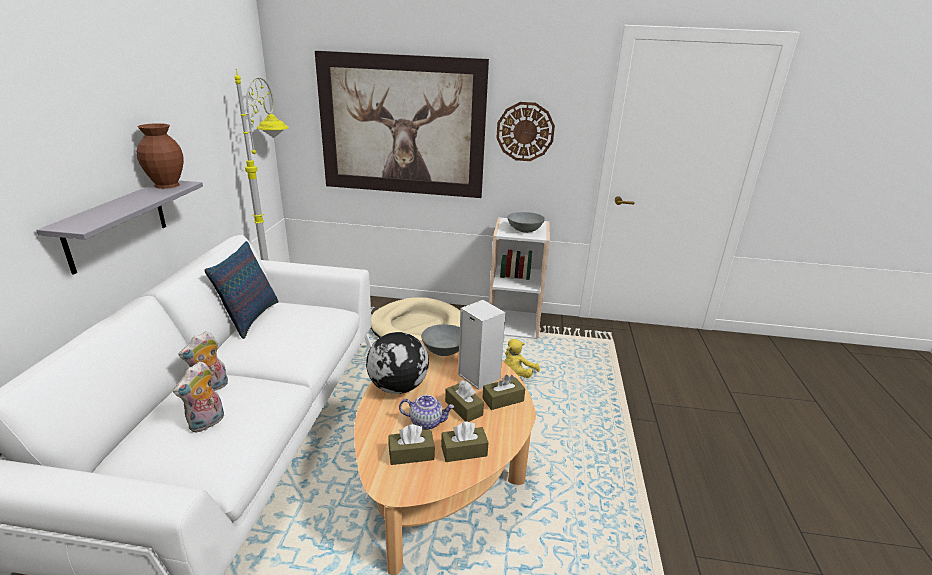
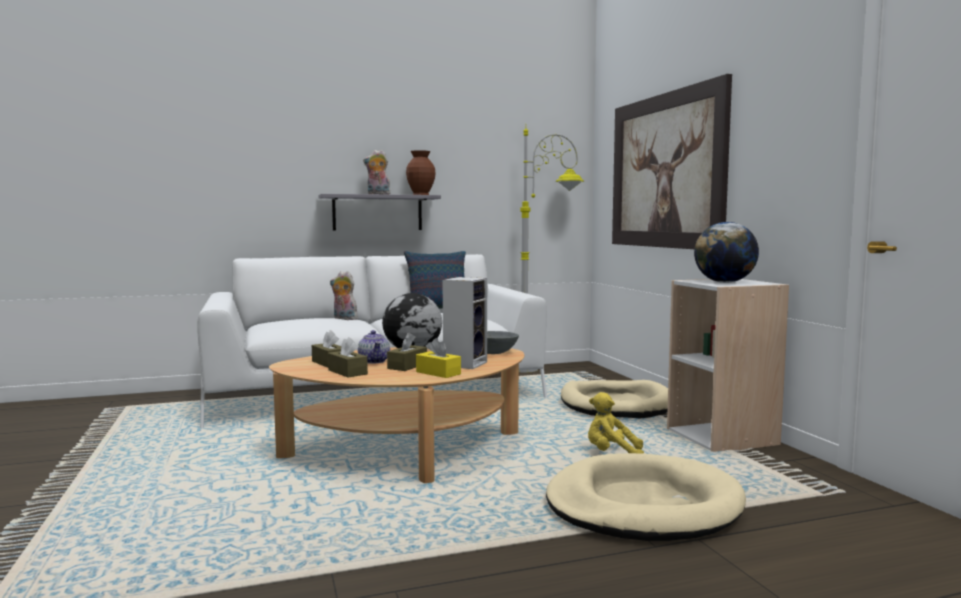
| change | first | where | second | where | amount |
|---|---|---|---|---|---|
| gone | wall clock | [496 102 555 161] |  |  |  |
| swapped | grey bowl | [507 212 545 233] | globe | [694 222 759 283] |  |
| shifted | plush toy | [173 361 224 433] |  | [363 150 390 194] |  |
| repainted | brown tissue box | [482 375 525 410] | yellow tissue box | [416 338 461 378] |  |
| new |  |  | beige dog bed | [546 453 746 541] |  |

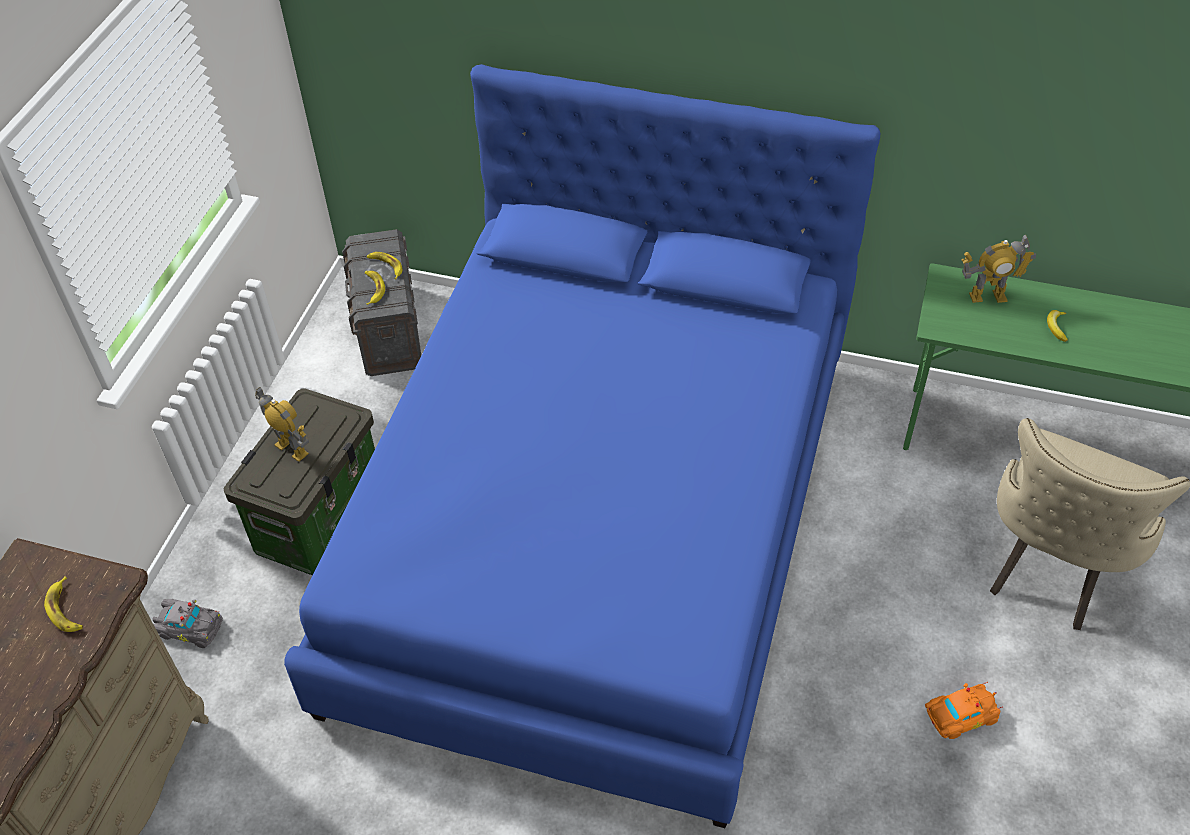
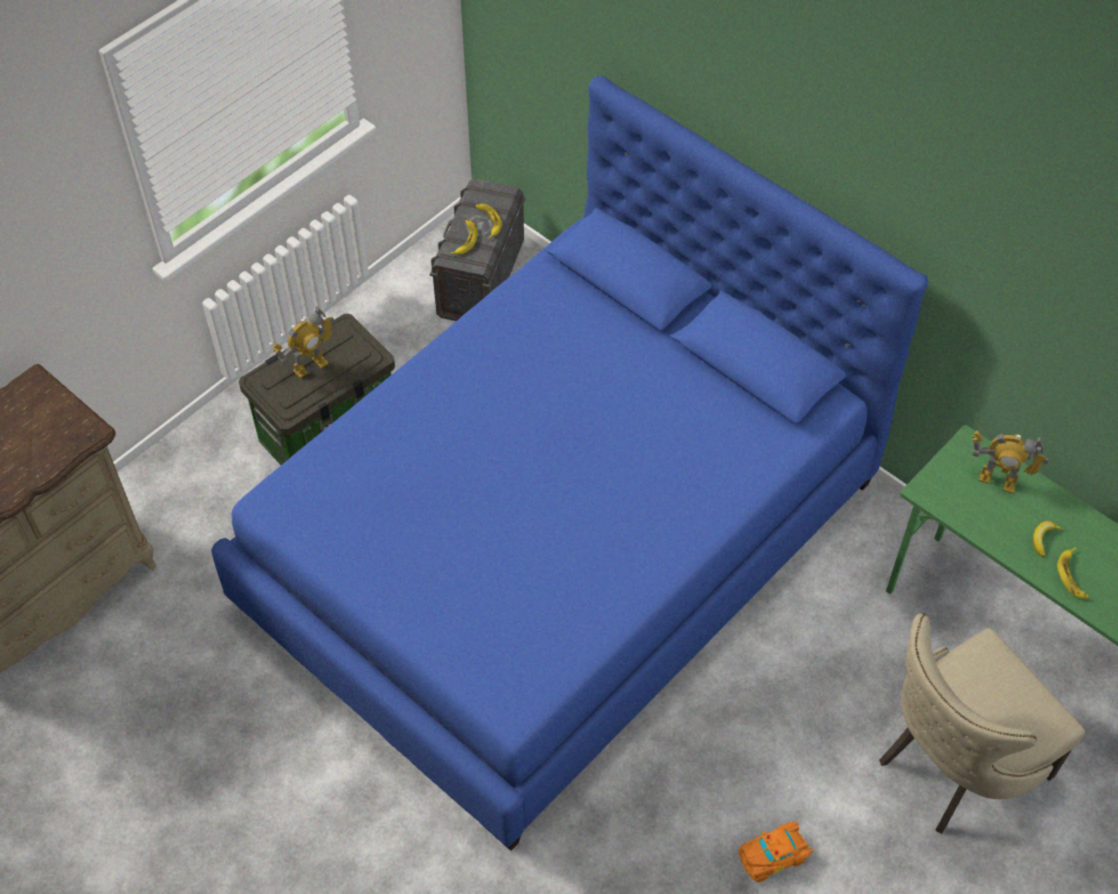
| change | first | where | second | where | amount |
|---|---|---|---|---|---|
| rotated | toy robot | [255 387 309 462] |  | [273 307 335 378] | 75 degrees clockwise |
| shifted | banana | [44 576 83 632] |  | [1057 547 1089 599] |  |
| gone | grey toy car | [152 599 223 648] |  |  |  |
| rotated | orange toy car | [925 682 1003 739] |  | [738 821 813 882] | 150 degrees clockwise |

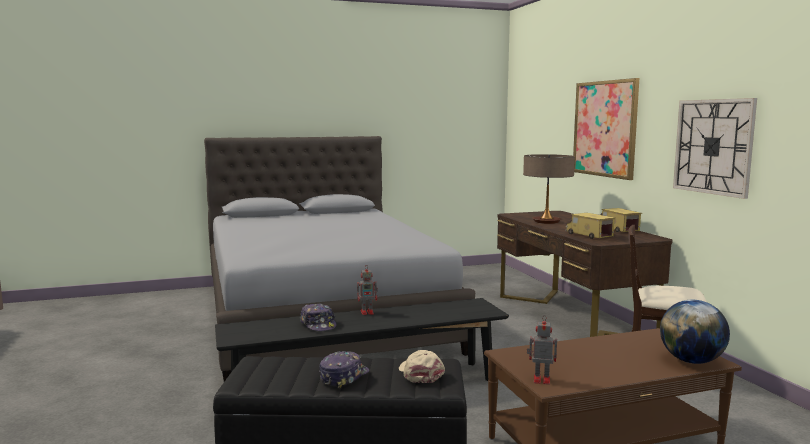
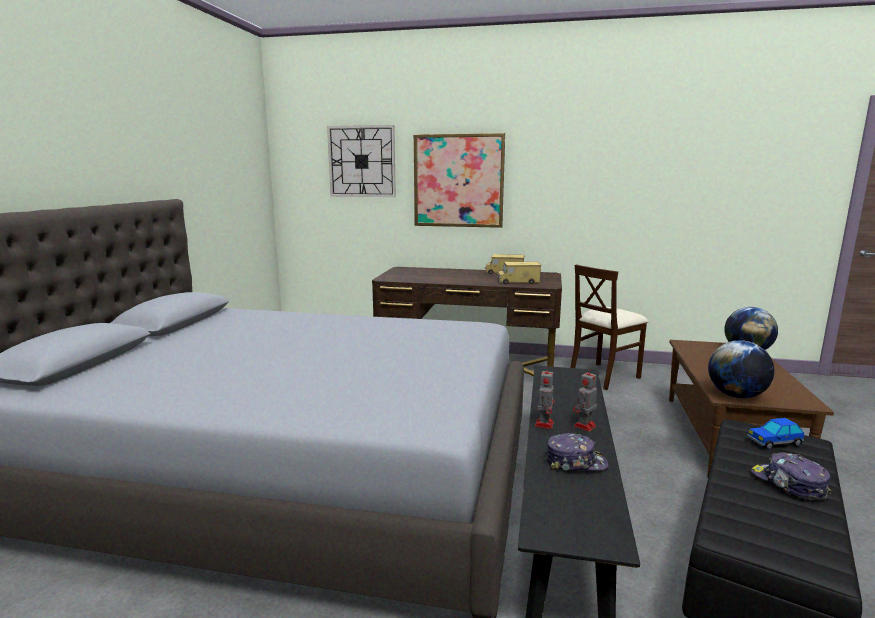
| change | first | where | second | where | amount |
|---|---|---|---|---|---|
| shifted | wall clock | [673 98 757 199] |  | [327 125 396 197] |  |
| gone | table lamp | [523 154 575 224] |  |  |  |
| shifted | toy robot | [527 315 557 385] |  | [573 367 597 432] |  |
| swapped | beige cap | [399 350 445 383] | toy car | [747 418 804 450] |  |
| new |  |  | globe | [708 340 774 398] |  |

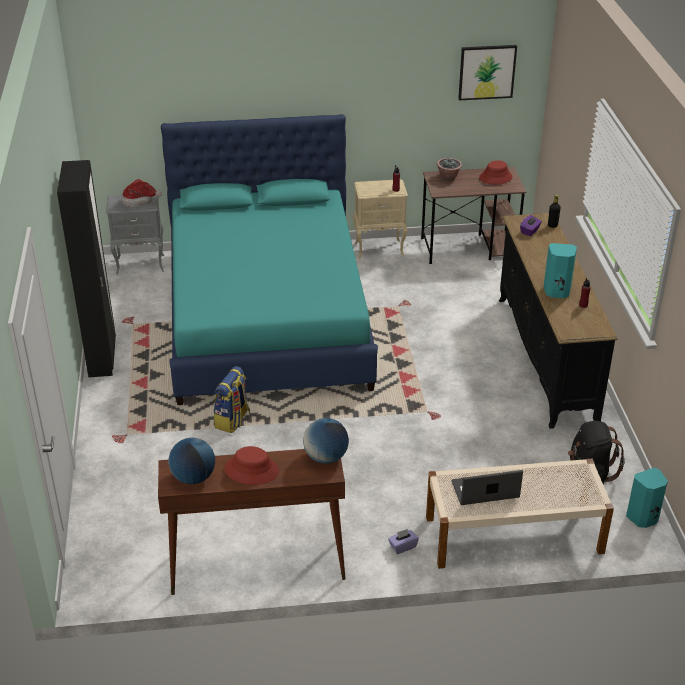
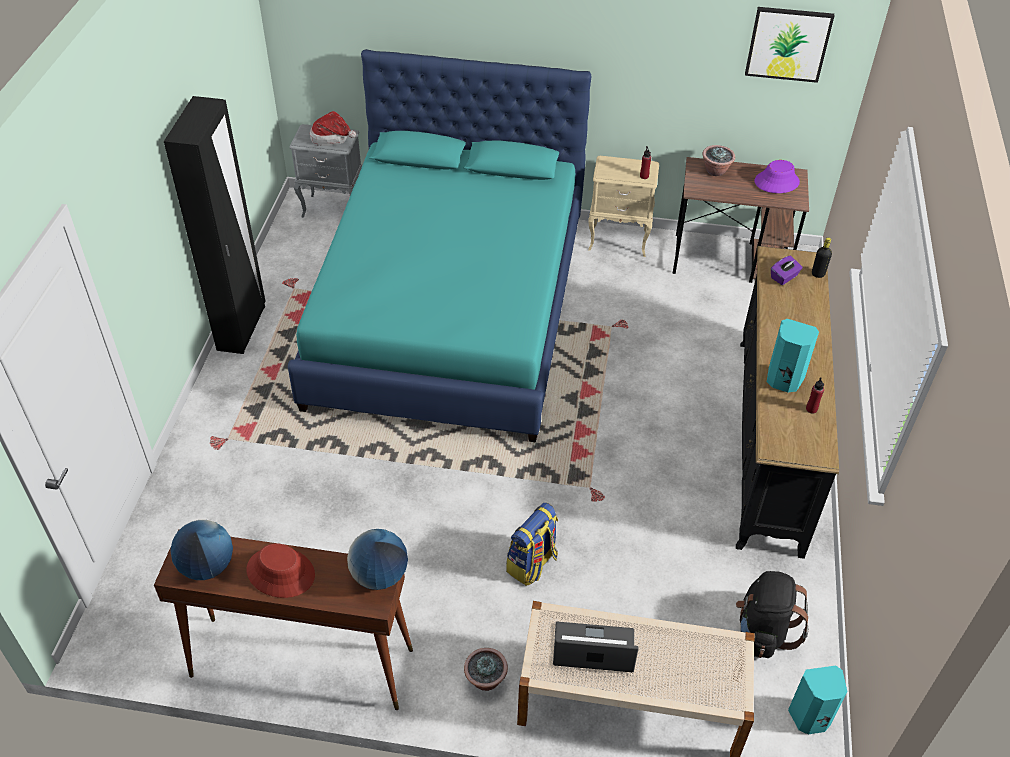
| change | first | where | second | where | amount |
|---|---|---|---|---|---|
| repainted | red hat | [479 160 512 185] | purple hat | [754 160 800 193] |  |
| shifted | backpack | [214 366 250 433] |  | [506 503 558 586] |  |
| swapped | purple tissue box | [388 529 419 554] | potted plant | [464 648 508 691] |  |

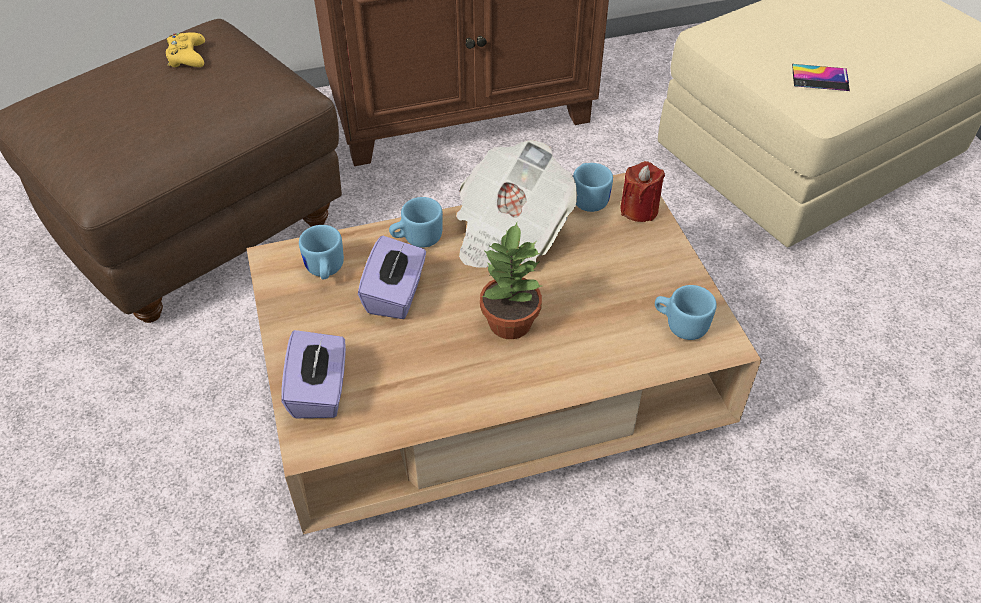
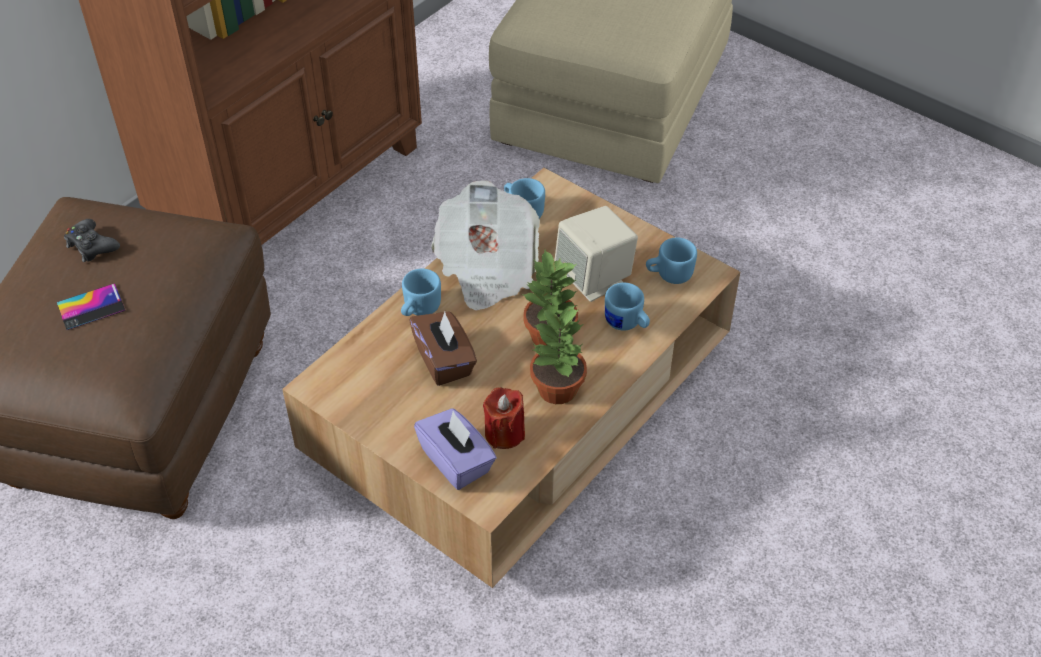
| change | first | where | second | where | amount |
|---|---|---|---|---|---|
| repainted | yellow game controller | [166 32 205 67] | black game controller | [64 219 120 262] |  |
| shifted | phone | [792 64 850 91] |  | [57 283 125 330] |  |
| shifted | red candle | [620 161 665 222] |  | [483 387 525 449] |  |
| shifted | blue mug | [299 225 344 279] |  | [605 283 650 331] |  |
| repainted | purple tissue box | [358 236 426 319] | brown tissue box | [409 311 477 386] |  |
| new |  |  | beige speaker | [554 206 638 302] |  |
| new |  |  | potted plant | [530 305 587 404] |  |

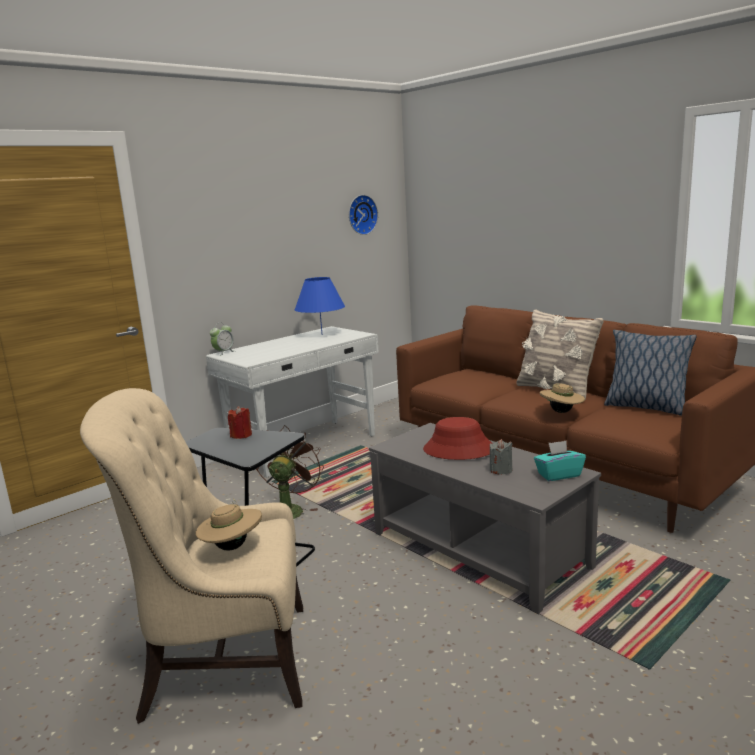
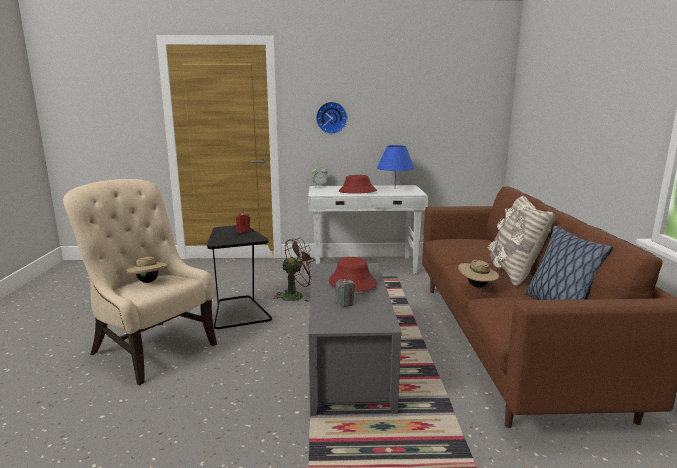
| change | first | where | second | where | amount |
|---|---|---|---|---|---|
| shifted | wall clock | [349 195 378 235] |  | [316 102 348 134] |  |
| gone | turquoise tissue box | [534 441 586 481] |  |  |  |
| new |  |  | red hat | [339 175 377 194] |  |

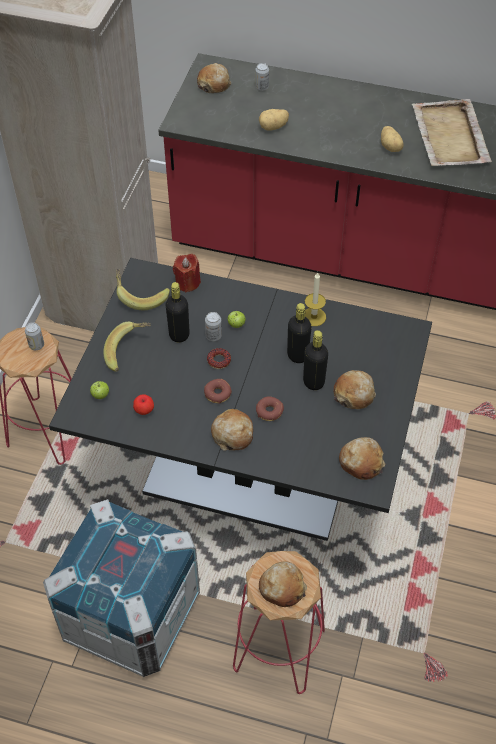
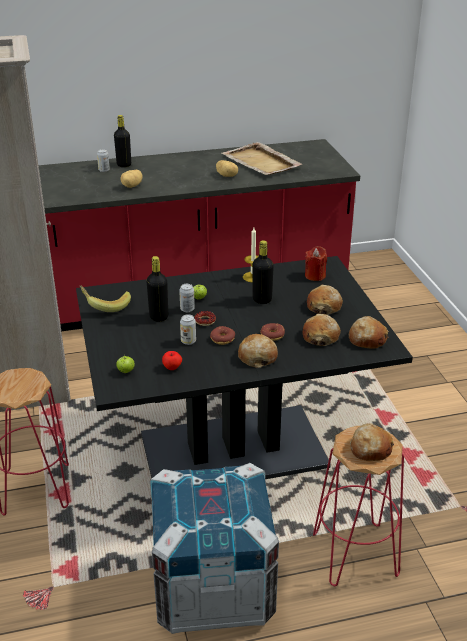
| change | first | where | second | where | amount |
|---|---|---|---|---|---|
| shifted | bread | [197 63 231 93] |  | [302 314 341 346] |  |
| shifted | red candle | [173 254 201 293] |  | [305 246 327 281] |  |
| shifted | can | [25 322 44 350] |  | [180 314 196 345] |  |
| gone | banana | [103 322 151 372] |  |  |  |
| shifted | black bottle | [303 330 328 390] |  | [114 115 131 167] |  |

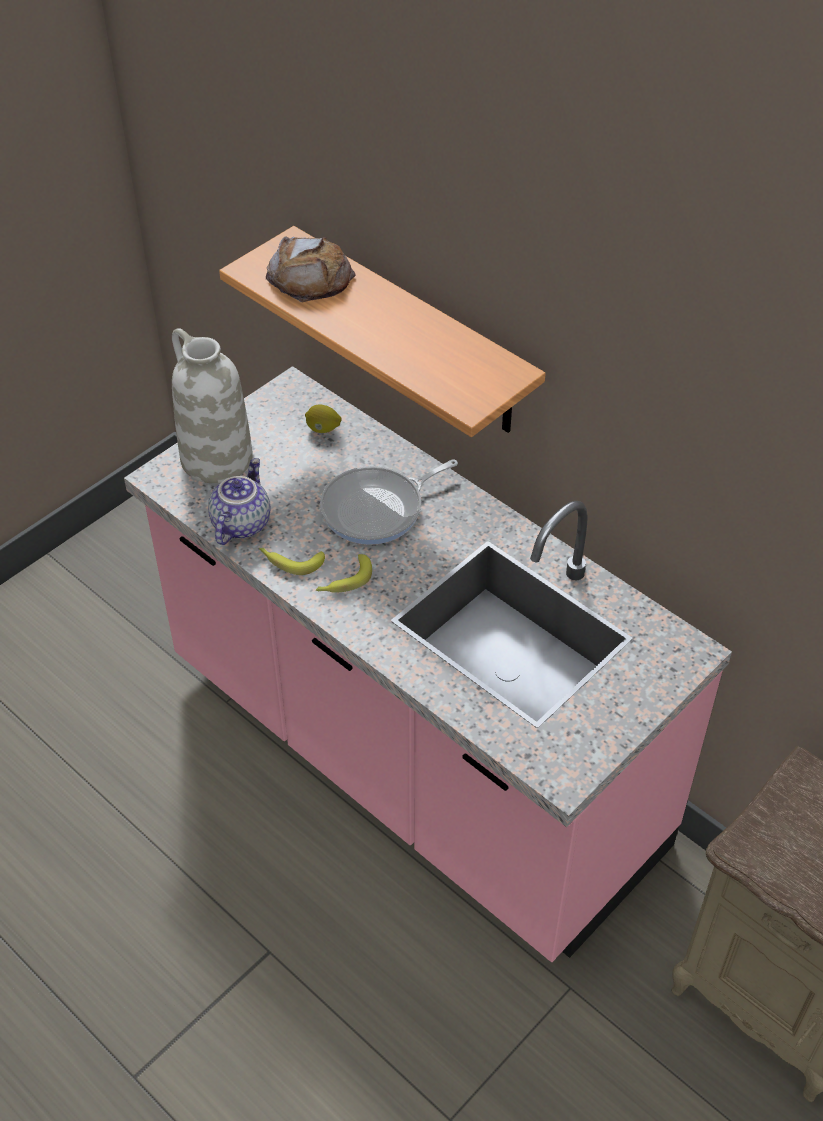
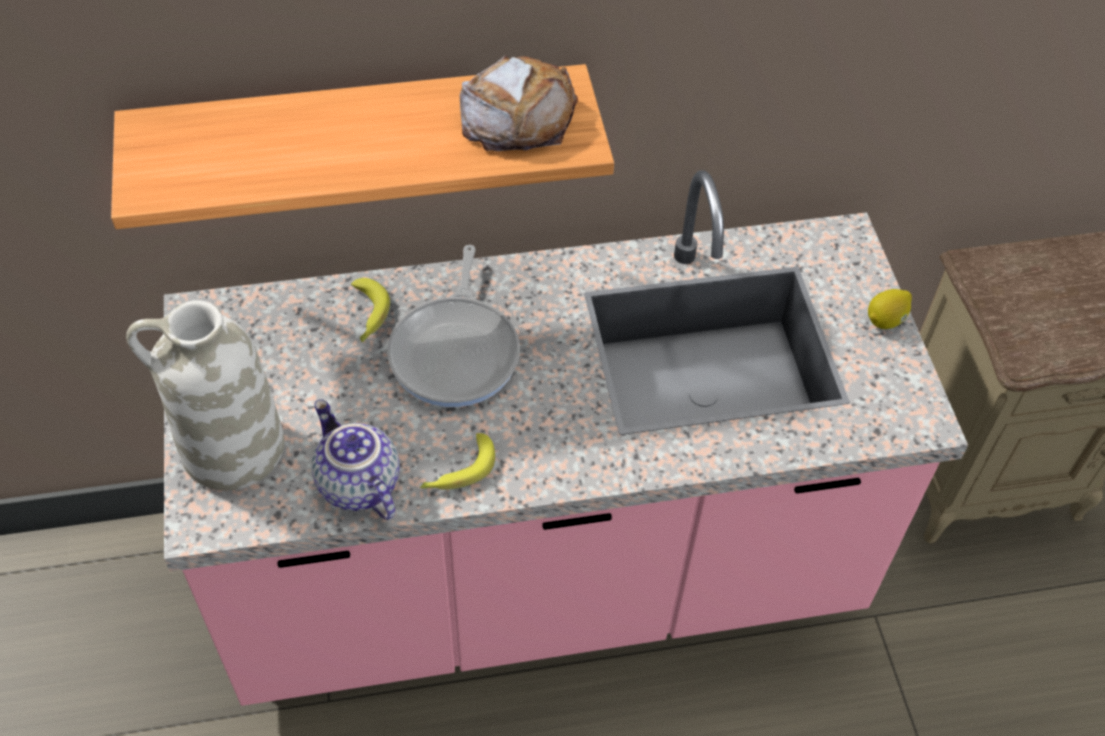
| change | first | where | second | where | amount |
|---|---|---|---|---|---|
| shifted | bread | [266 236 356 302] |  | [460 55 578 151] |  |
| shifted | lemon | [305 405 342 433] |  | [868 289 912 329] |  |
| shifted | banana | [316 554 372 593] |  | [351 278 390 342] |  |

